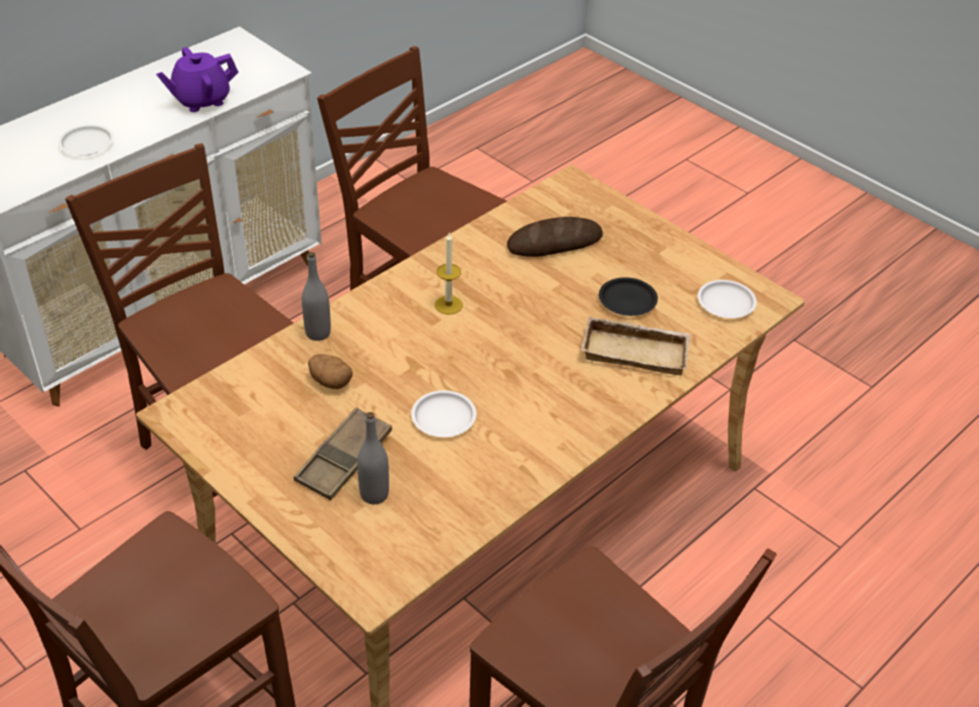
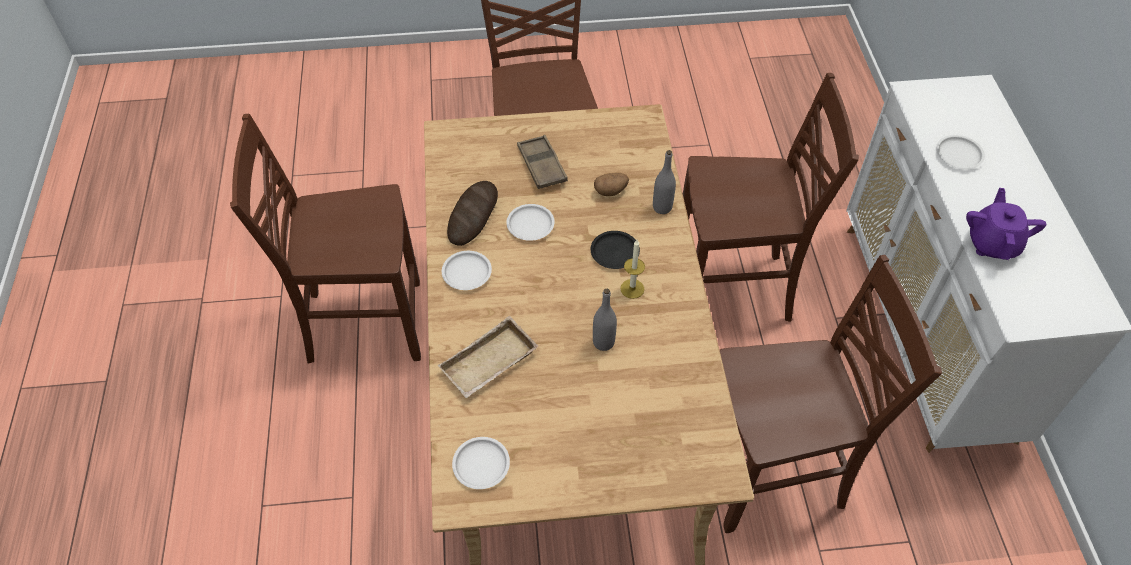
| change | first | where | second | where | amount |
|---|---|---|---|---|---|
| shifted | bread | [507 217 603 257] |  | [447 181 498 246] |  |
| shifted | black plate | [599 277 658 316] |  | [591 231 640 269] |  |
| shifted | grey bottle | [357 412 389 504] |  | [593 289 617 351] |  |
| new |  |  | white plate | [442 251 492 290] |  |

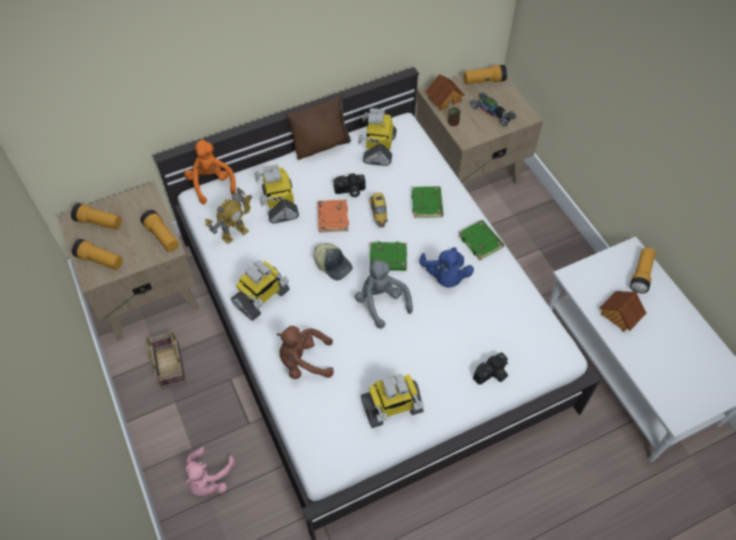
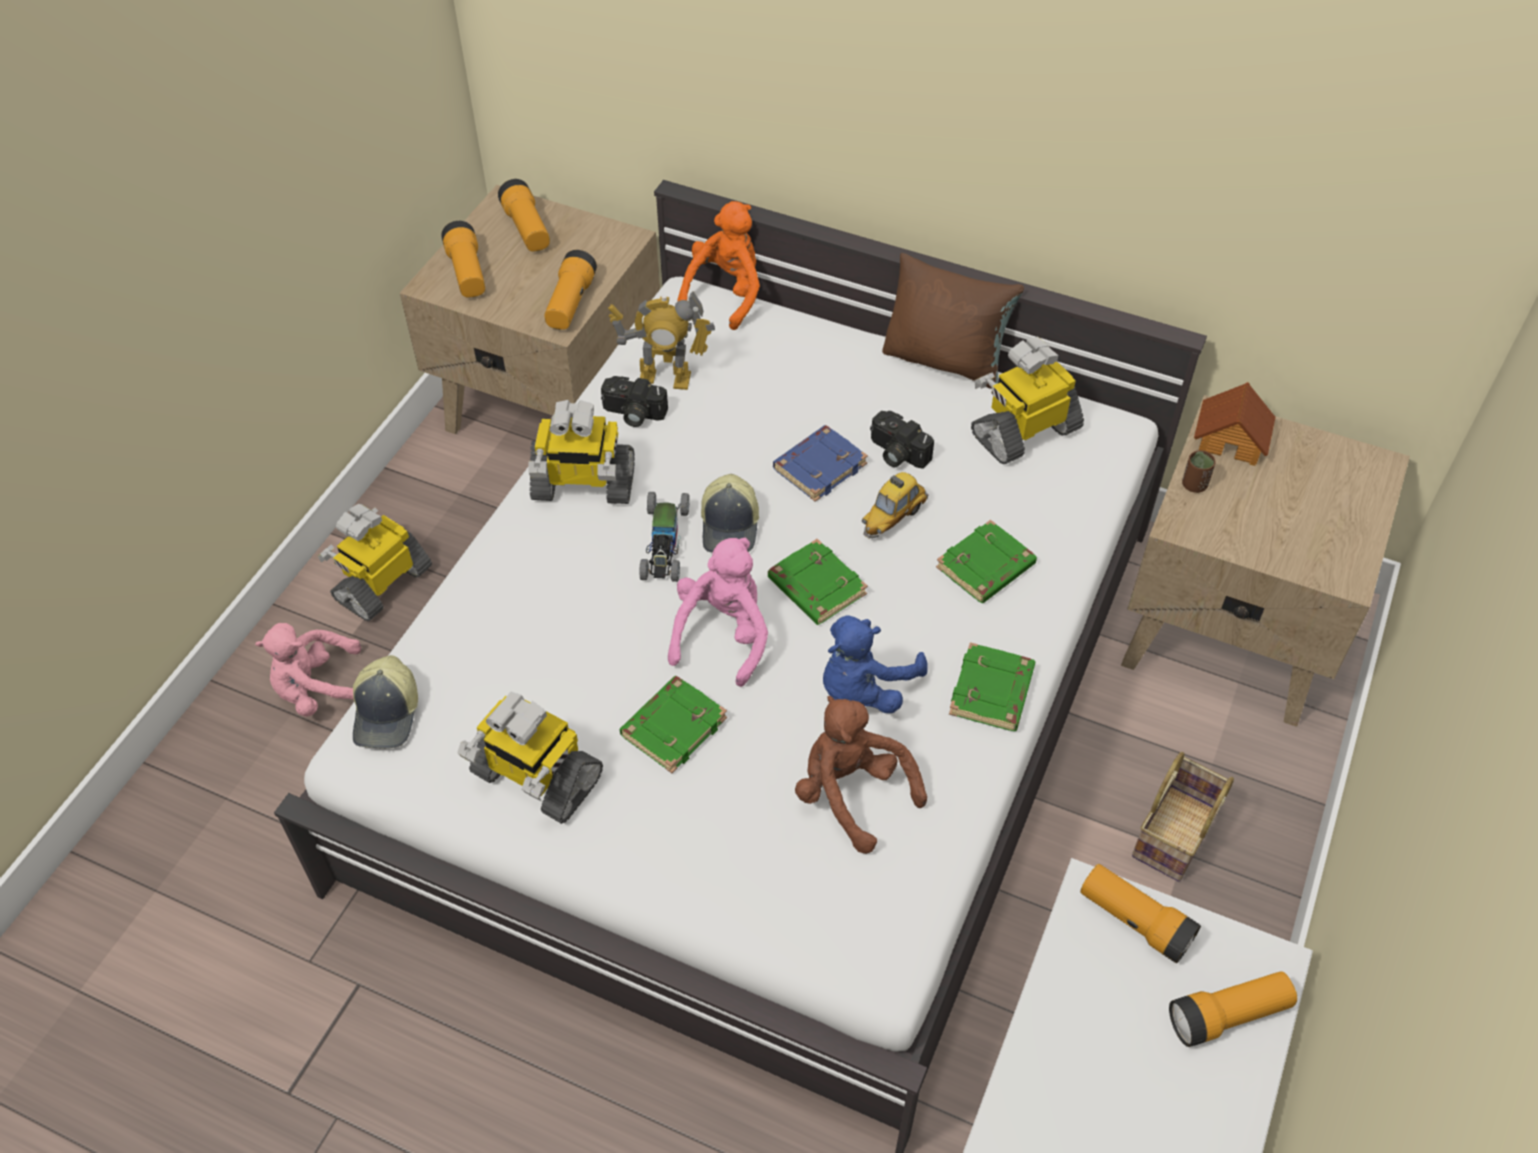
| change | first | where | second | where | amount |
|---|---|---|---|---|---|
| shifted | flashlight | [464 65 507 84] |  | [1080 864 1201 963] |  |
| shifted | toy car | [470 92 516 127] |  | [639 492 689 582] |  |
| shifted | toy robot | [254 164 299 224] |  | [318 504 432 621] |  |
| repainted | orange book | [318 199 349 232] | blue book | [773 425 868 502] |  |
| repainted | grey plush toy | [355 258 413 329] | pink plush toy | [668 538 768 687] |  |
| gone | toy house | [599 291 646 332] |  |  |  |
| shifted | brown plush toy | [277 326 334 379] |  | [795 696 927 854] |  |
| shifted | basket | [146 332 186 389] |  | [1132 752 1234 882] |  |
| shifted | photo camera | [473 353 508 385] |  | [601 376 668 427] |  |
| new |  |  | cap | [353 655 418 748] |  |
| new |  |  | green book | [620 676 727 773] |  |

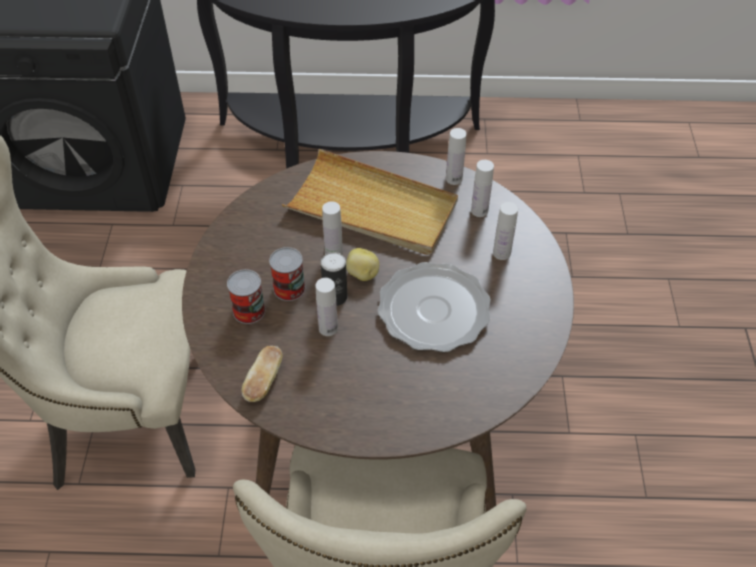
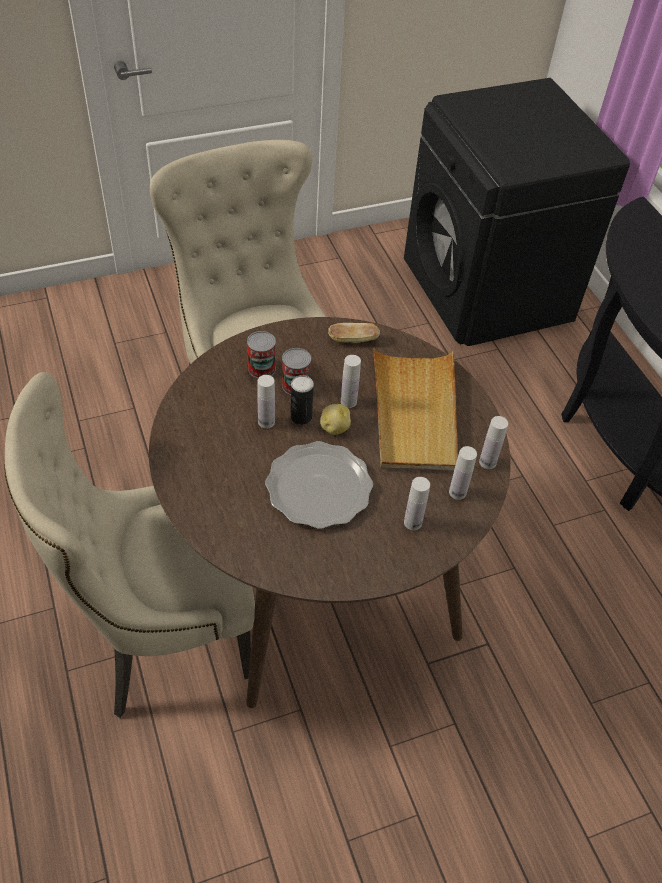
| change | first | where | second | where | amount |
|---|---|---|---|---|---|
| shifted | bread | [242 346 283 402] |  | [328 323 380 343] |  |

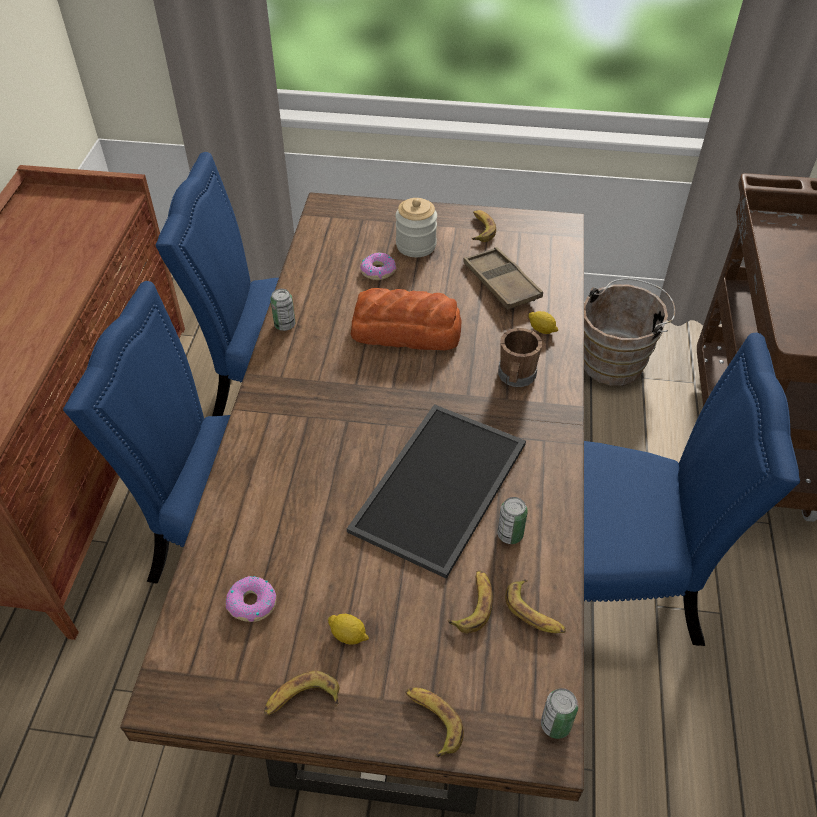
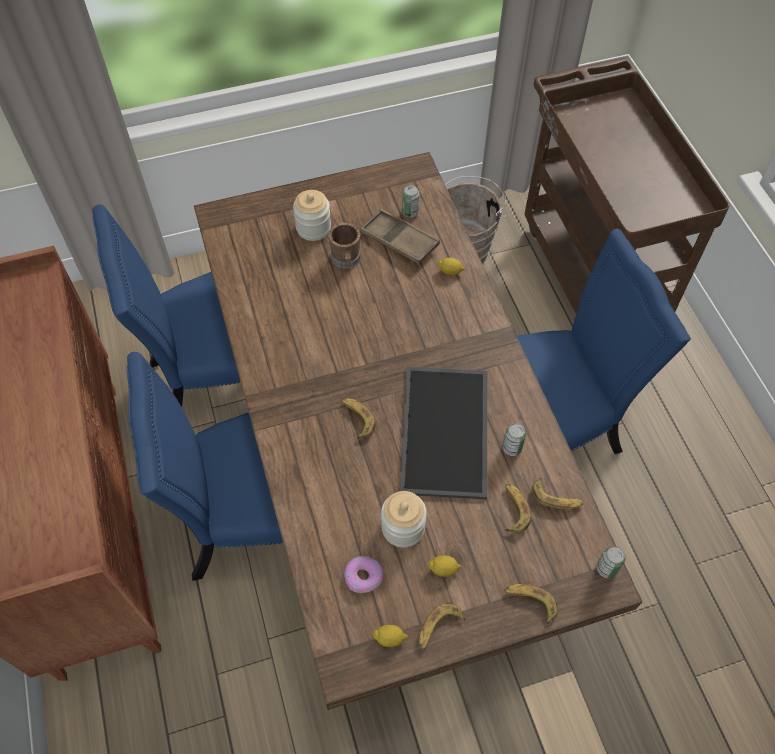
| change | first | where | second | where | amount |
|---|---|---|---|---|---|
| shifted | banana | [472 210 496 242] |  | [342 398 376 439] |  |
| gone | donut | [360 252 396 280] |  |  |  |
| gone | bread | [350 288 462 350] |  |  |  |
| shifted | can | [270 289 296 331] |  | [402 185 420 218] |  |
| shifted | brown mug | [498 328 542 387] |  | [328 223 361 268] |  |
| new |  |  | jar | [381 491 427 548] |  |
| new |  |  | lemon | [372 625 408 647] |  |

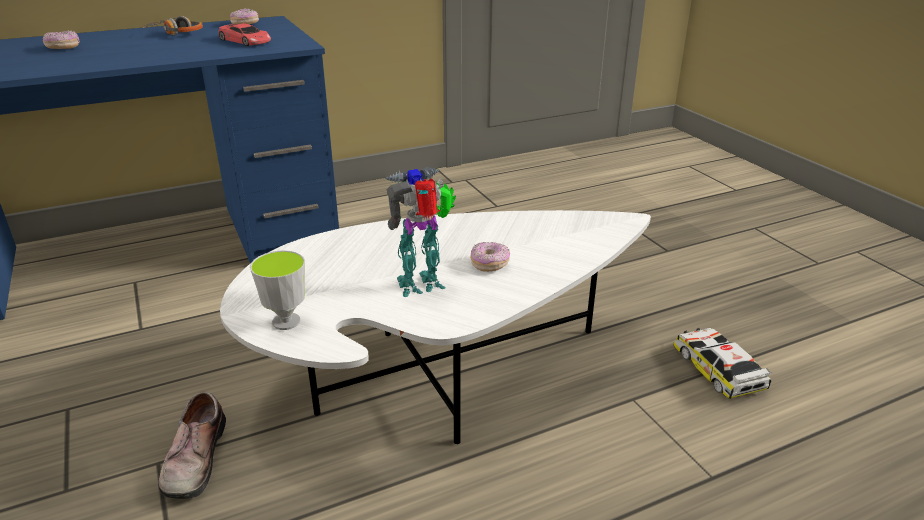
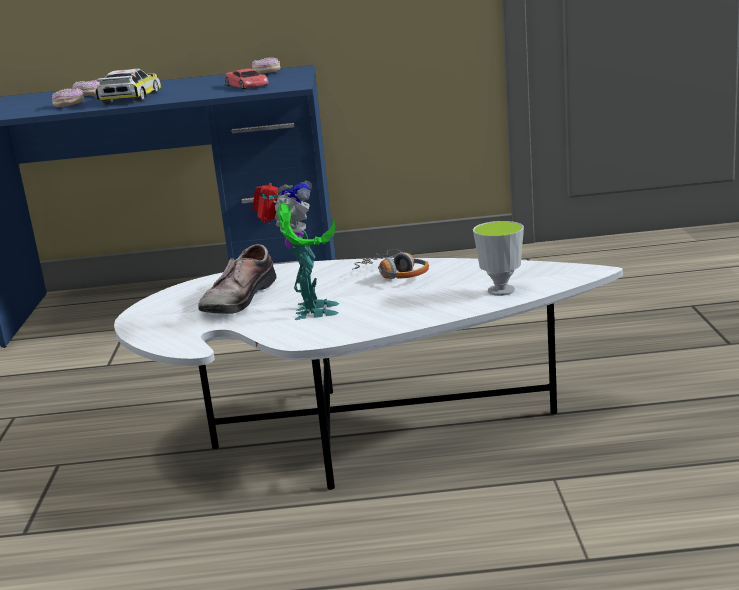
| change | first | where | second | where | amount |
|---|---|---|---|---|---|
| shifted | headphones | [143 16 203 35] |  | [352 249 429 279] |  |
| rotated | toy robot | [385 167 456 297] |  | [253 180 340 320] | 90 degrees clockwise |
| shifted | donut | [470 242 510 272] |  | [52 88 84 107] |  |
| shifted | cup | [250 250 305 330] |  | [473 221 524 296] |  |
| shifted | toy car | [673 328 772 399] |  | [95 69 161 104] |  |
| shifted | shoe | [158 392 226 499] |  | [198 244 277 314] |  |

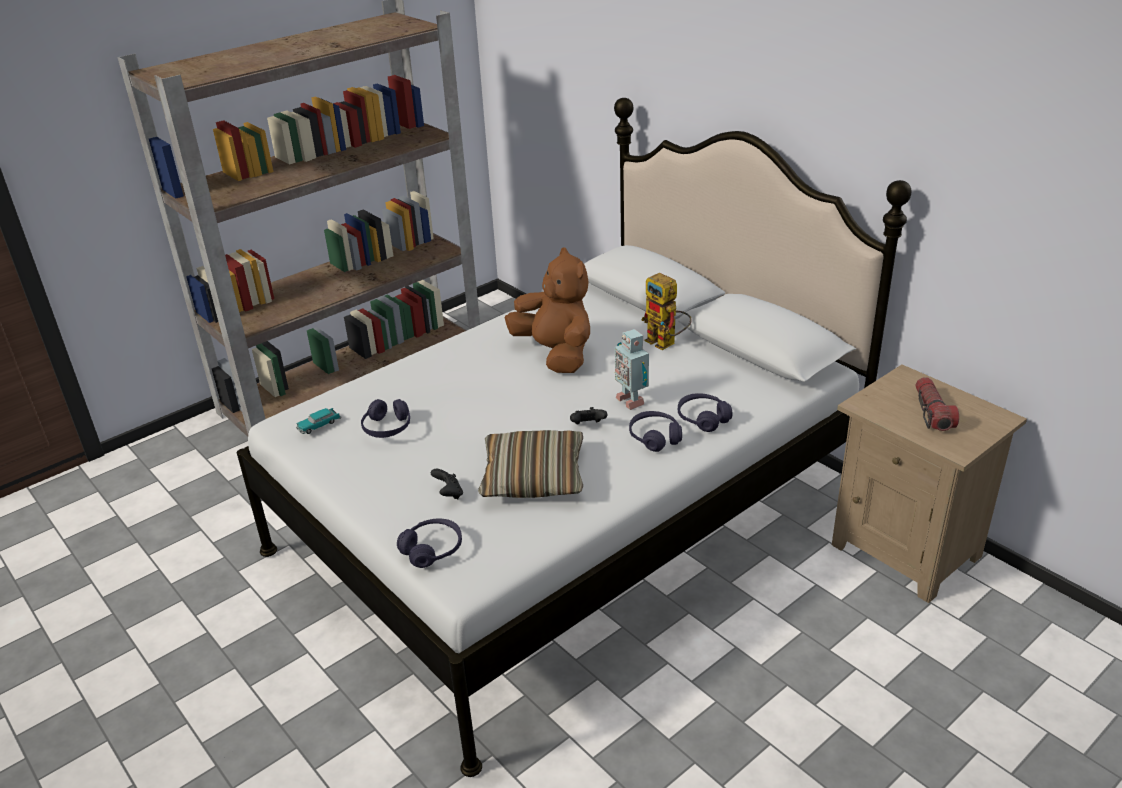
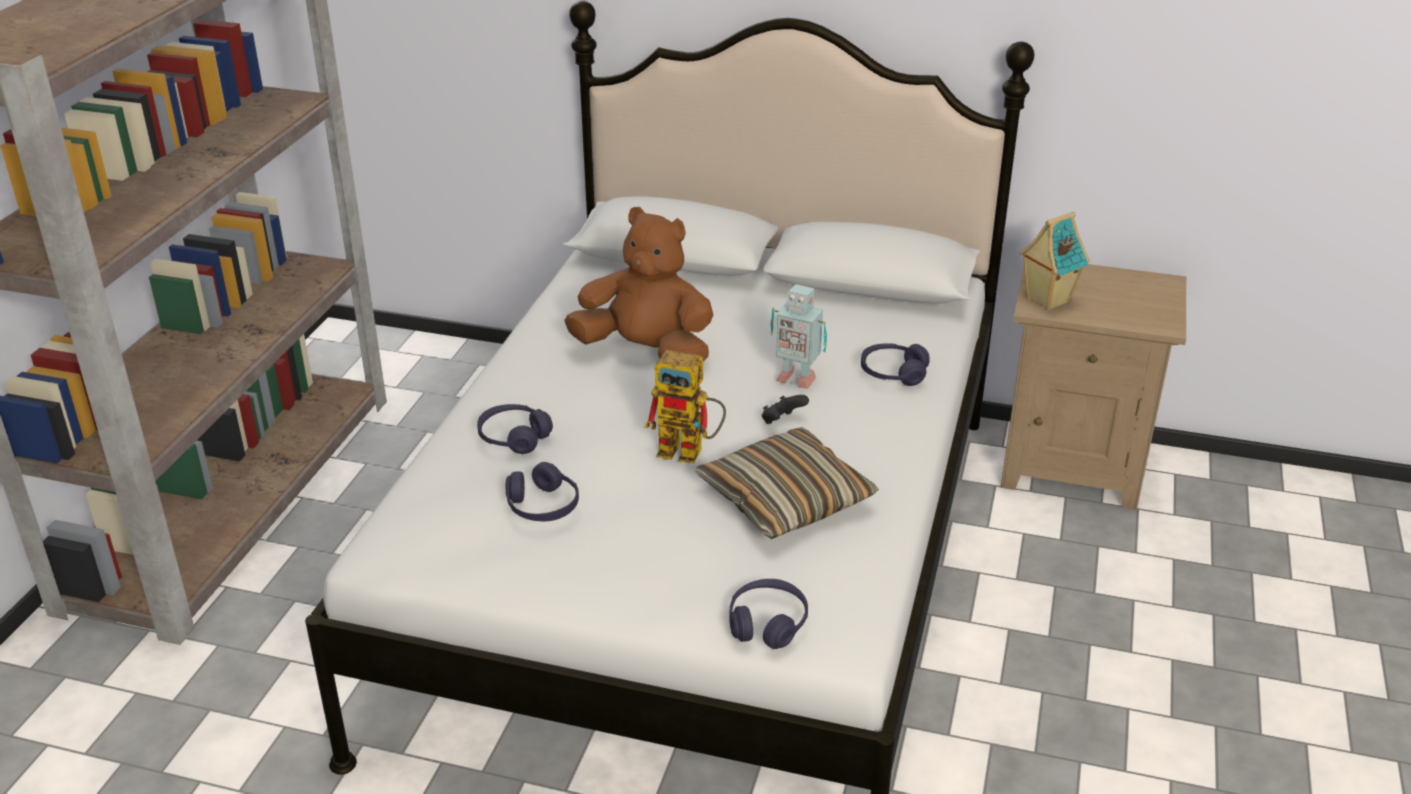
| change | first | where | second | where | amount |
|---|---|---|---|---|---|
| shifted | toy robot | [641 273 692 350] |  | [644 350 726 464] |  |
| gone | flashlight | [915 377 959 431] |  |  |  |
| gone | toy car | [296 408 342 434] |  |  |  |
| shifted | purple headphones | [629 411 682 452] |  | [477 404 553 454] |  |
| gone | black game controller | [431 469 463 499] |  |  |  |
| new |  |  | toy house | [1019 212 1090 310] |  |

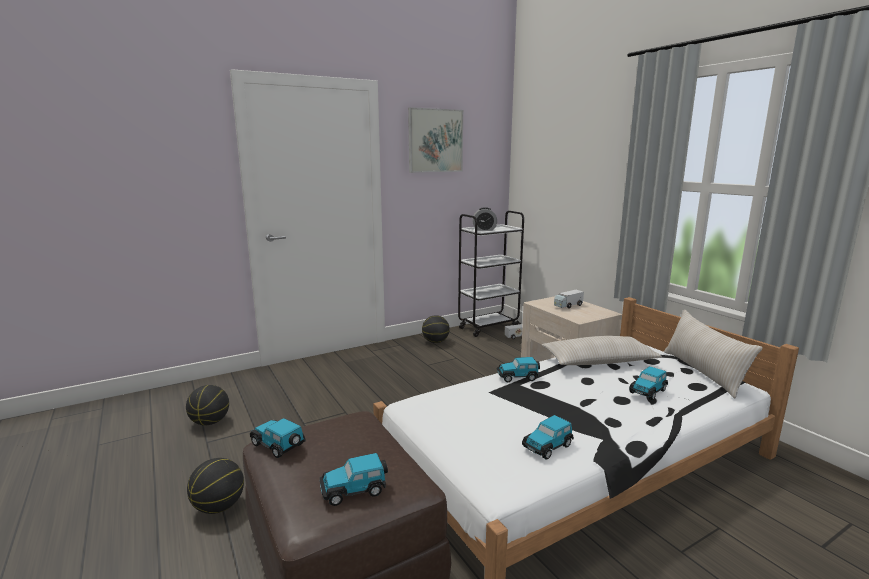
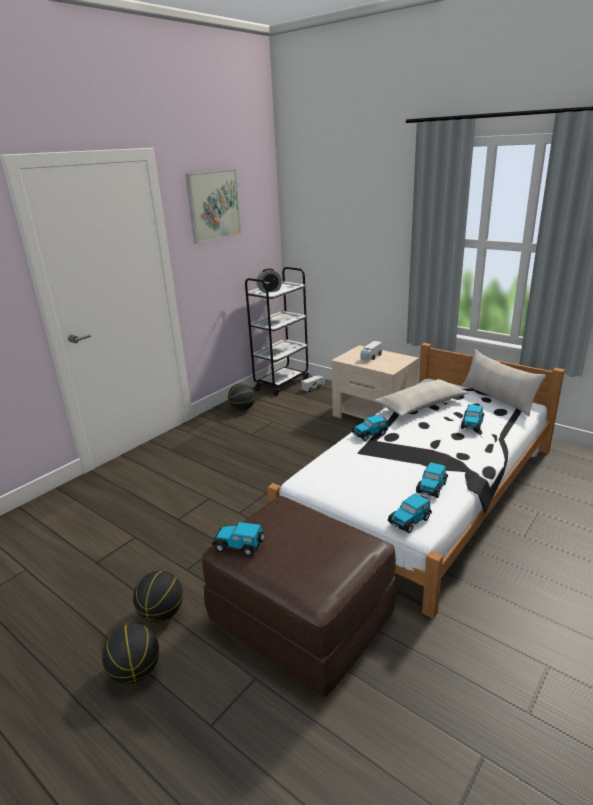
| change | first | where | second | where | amount |
|---|---|---|---|---|---|
| shifted | basketball | [186 385 229 425] |  | [102 624 159 684] |  |
| shifted | toy car | [320 453 388 506] |  | [388 493 432 533] |  |

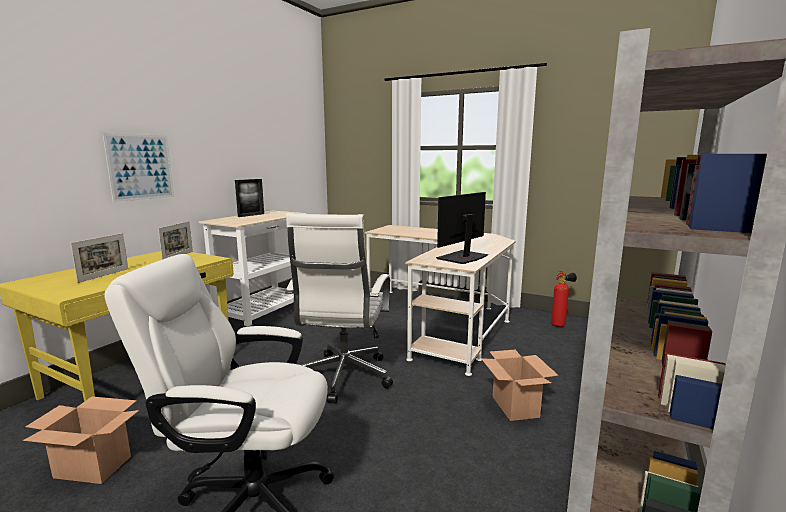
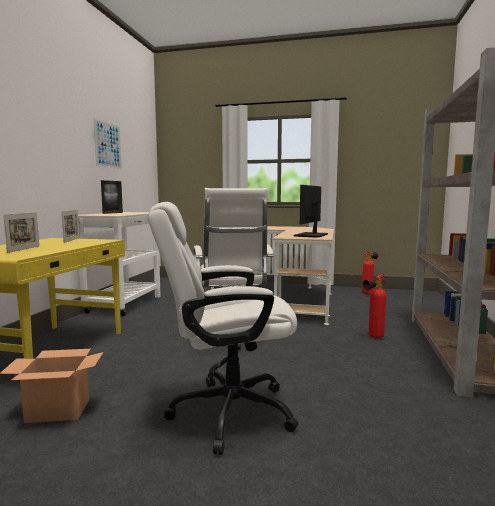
| change | first | where | second | where | amount |
|---|---|---|---|---|---|
| shifted | picture | [103 133 174 202] |  | [94 118 122 169] |  |
| swapped | cardboard box | [481 350 558 421] | fire extinguisher | [363 274 386 338] |  |

